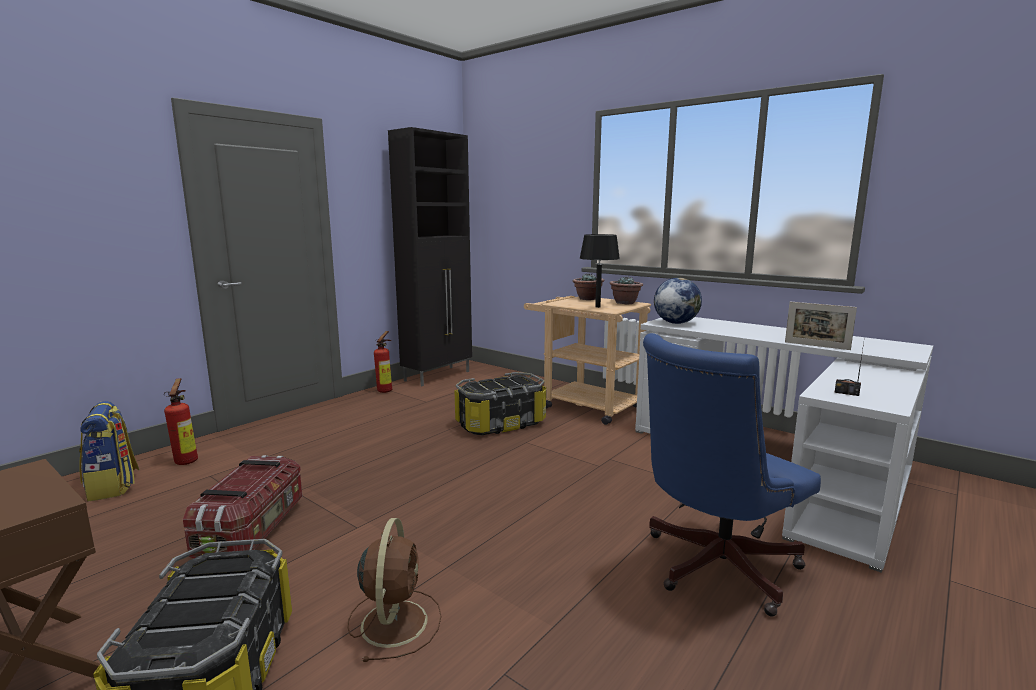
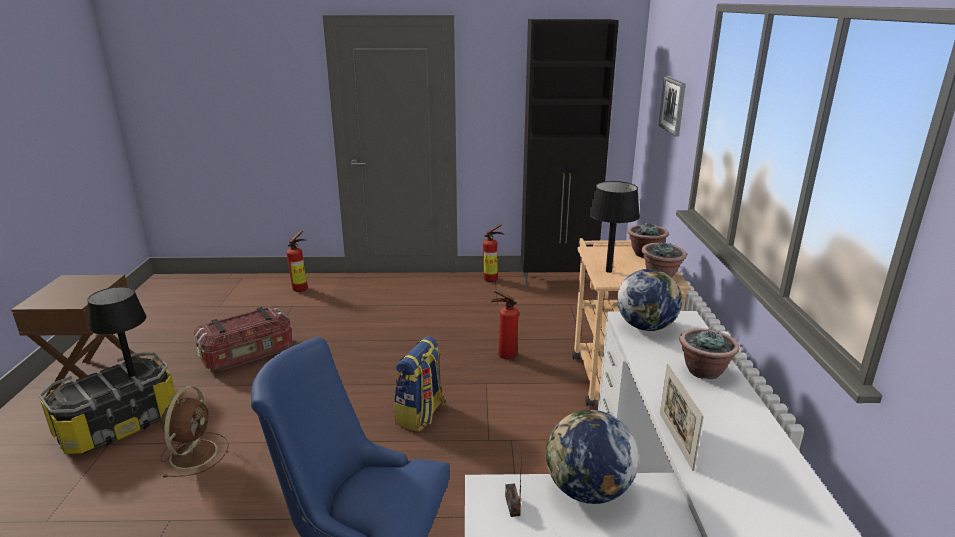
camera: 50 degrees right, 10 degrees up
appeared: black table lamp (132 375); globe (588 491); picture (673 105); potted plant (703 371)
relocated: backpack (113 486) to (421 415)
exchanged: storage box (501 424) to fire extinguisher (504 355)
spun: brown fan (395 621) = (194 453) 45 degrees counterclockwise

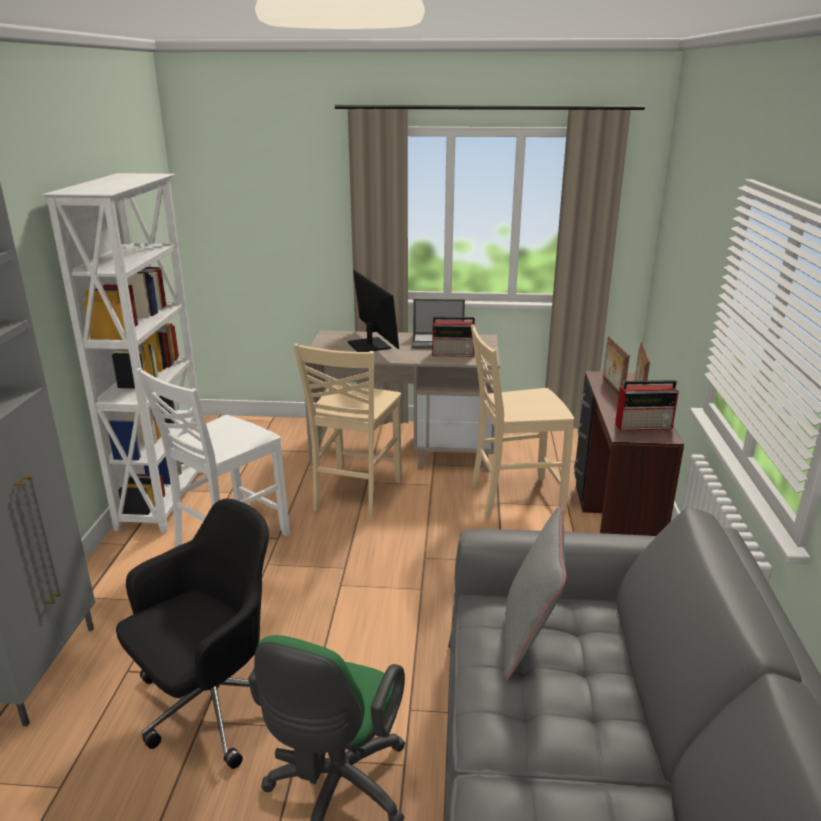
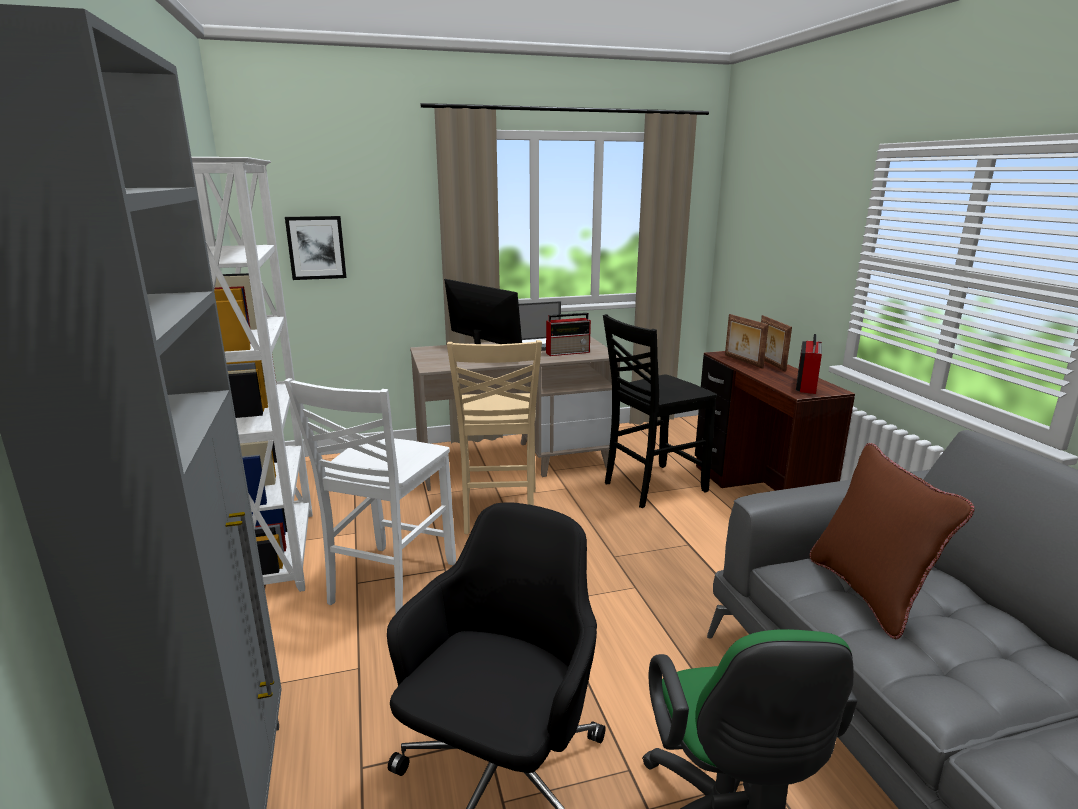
camera: 20 degrees left, 5 degrees down
appeared: picture (316 247)
colour: beige chair (513 498) to black chair (652 486); grey pillow (529 638) to brown pillow (869 593)
spun: radio (644 426) = (807 385) 45 degrees counterclockwise

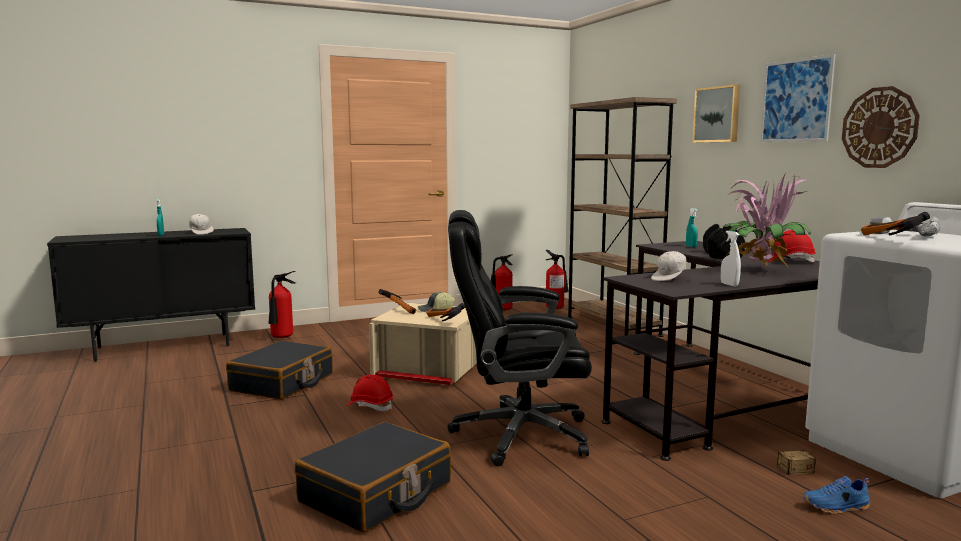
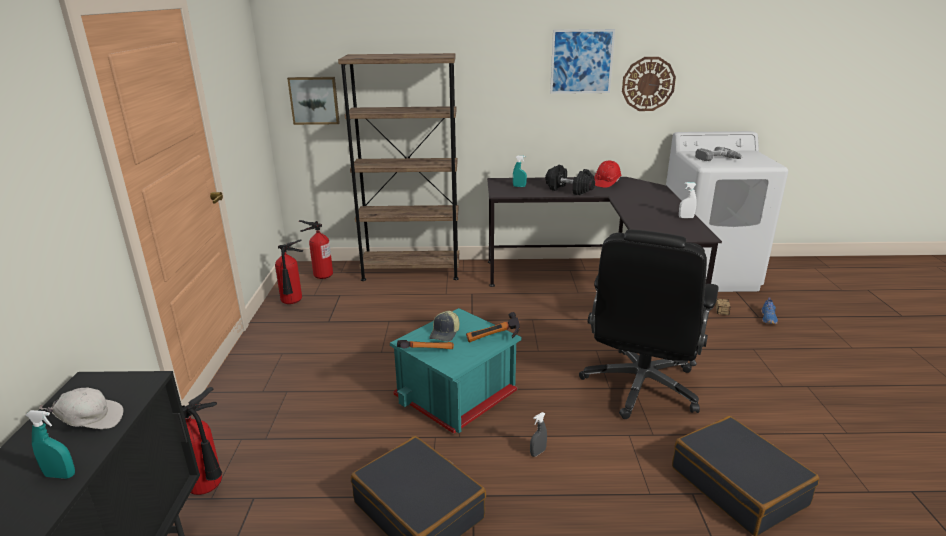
camera: 65 degrees left, 15 degrees up
missing: white cap (670 278); potted plant (761 271); hammer (884 239)
relocated: picture (717 114) to (314 100)
exchanged: red hard hat (370 406) to grey spray bottle (538 452)
colour: beige storage box (429 371) to turquoise storage box (458 394)

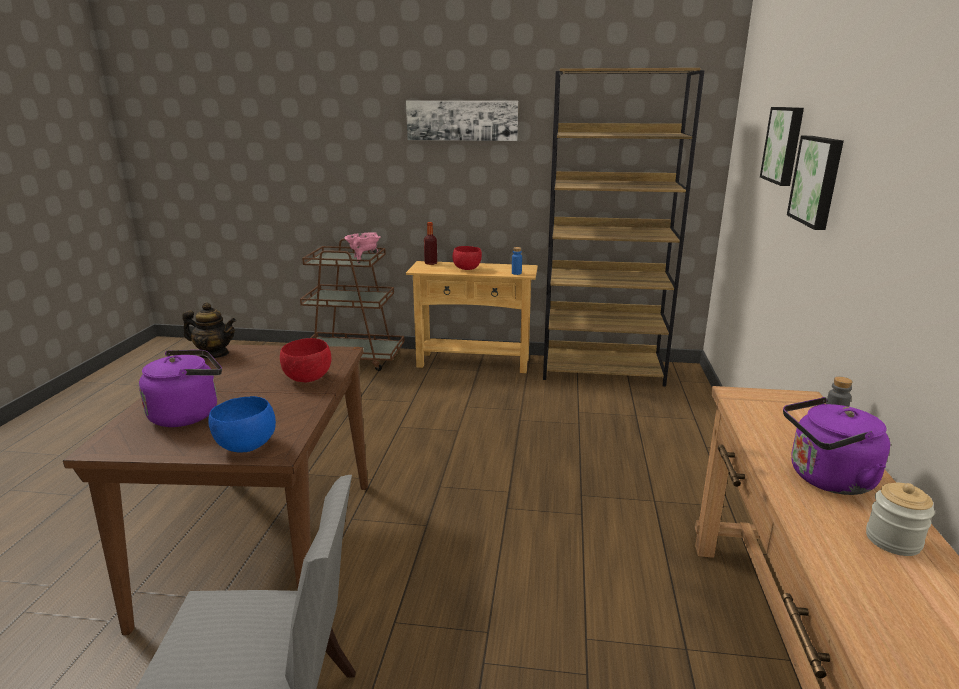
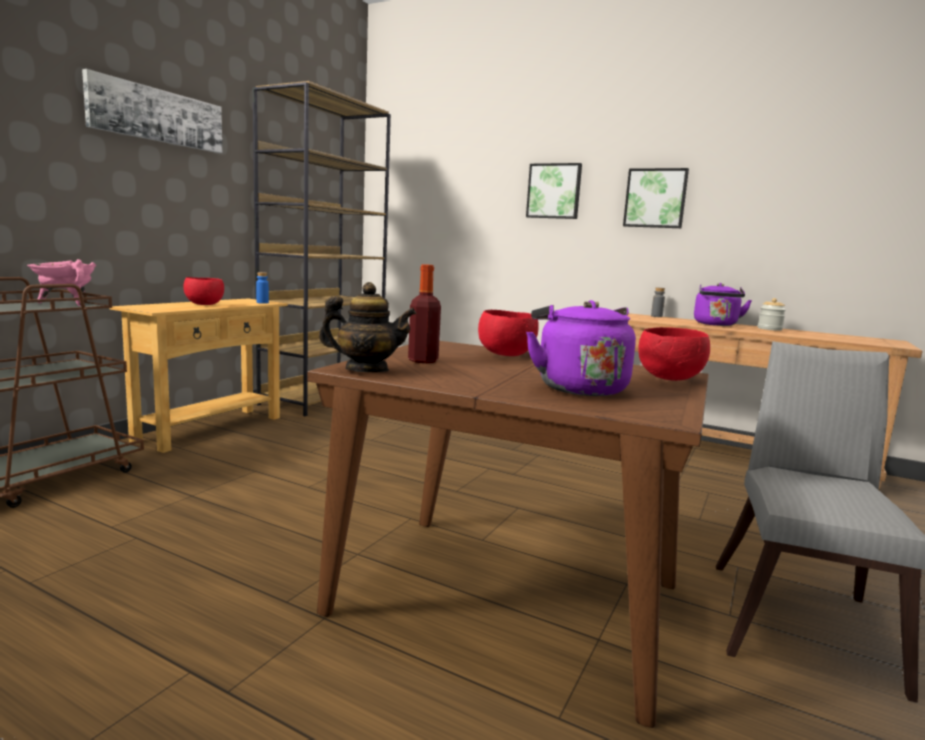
camera: 70 degrees left, 10 degrees down
relocated: bottle (430 263) to (423 361); picture (784 145) to (655 198)
colour: blue bowl (245 447) to red bowl (671 379)
spun: teapot (214 354) = (366 370) 60 degrees clockwise

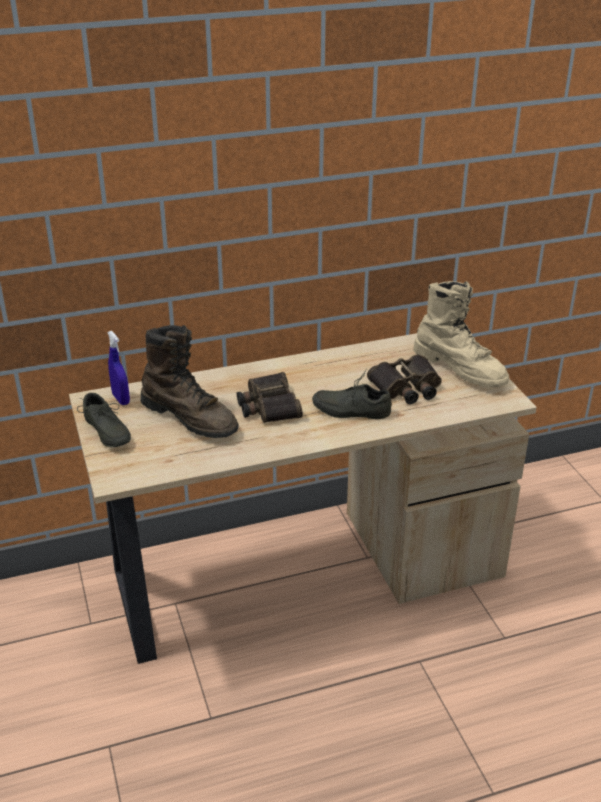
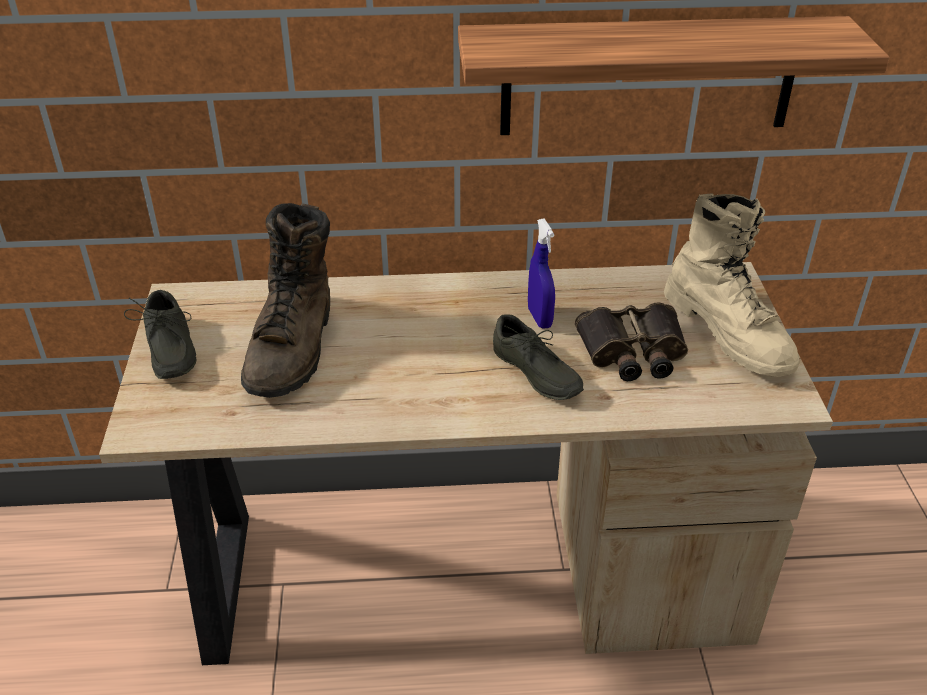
camera: 15 degrees right, 5 degrees up
missing: binoculars (268 406)
appeared: shelf (648 76)
relocated: blue spray bottle (121 399) to (539 318)
spun: brown boot (190 417) = (294 348) 45 degrees clockwise; grey shoe (351 409) = (533 374) 150 degrees counterclockwise

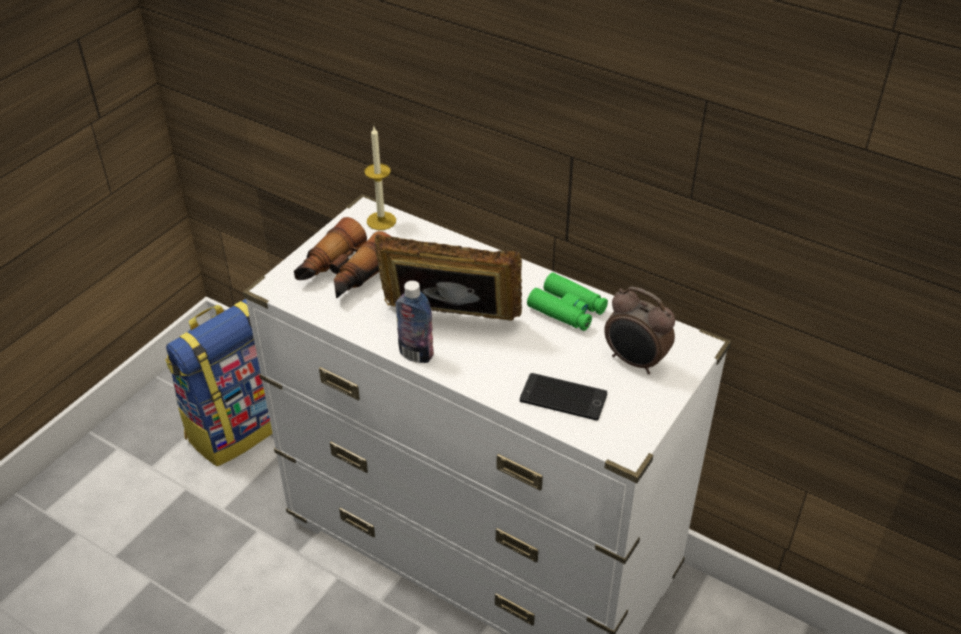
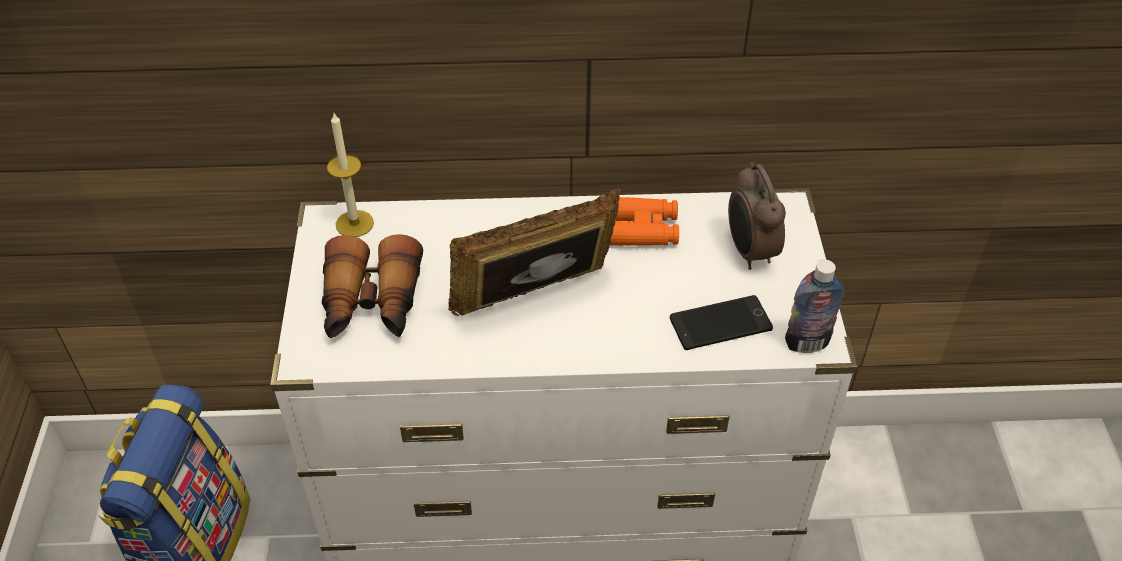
camera: 35 degrees left, 5 degrees up
relocated: bottle (416 354) to (806 343)
colour: green binoculars (567 309) to orange binoculars (639 230)
spun: alarm clock (635 362) = (749 252) 75 degrees clockwise

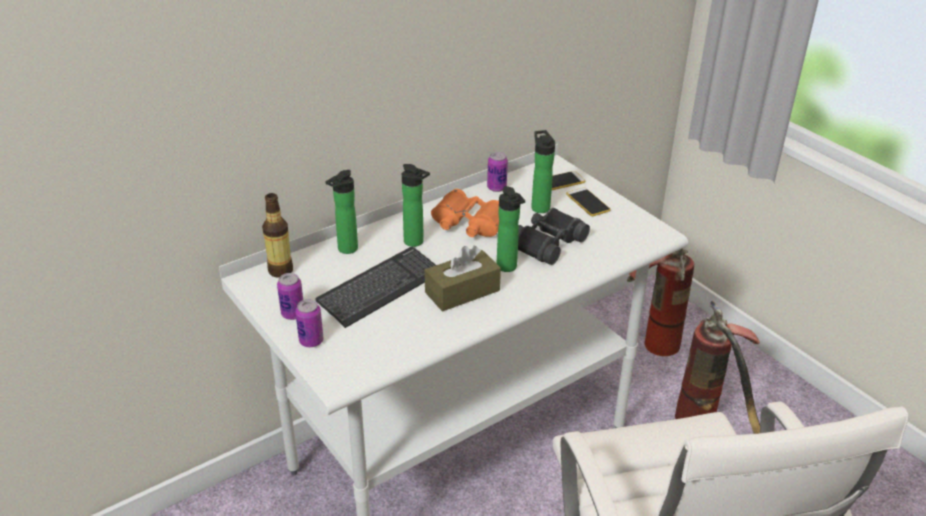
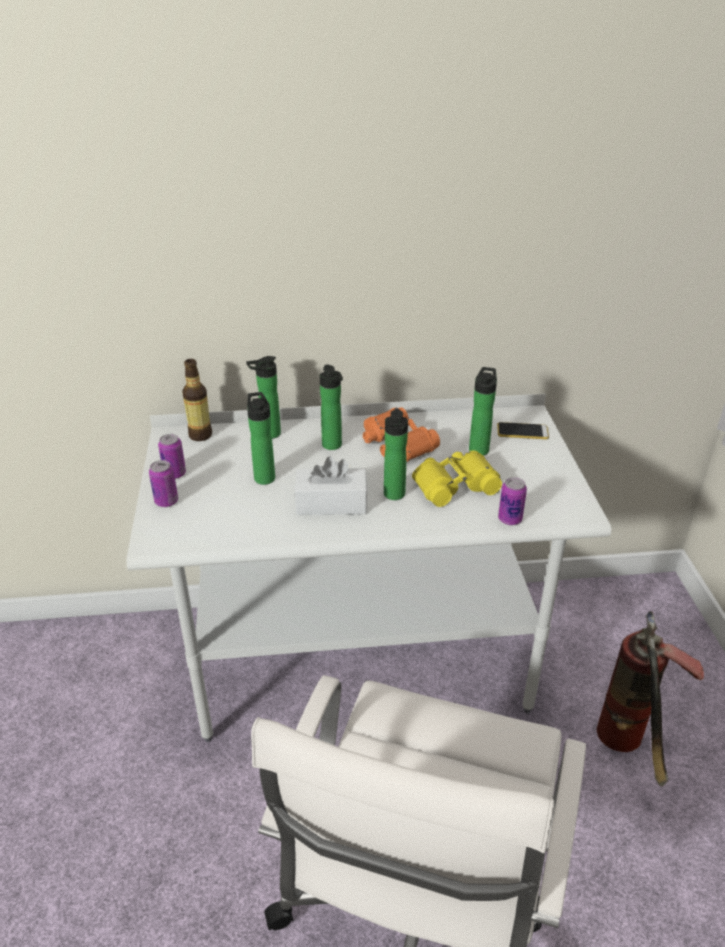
camera: 30 degrees right, 0 degrees up
missing: phone (588 202); fire extinguisher (651 337)
relocated: can (496 188) to (509 519)
exchanged: keyboard (380 288) to bottle (264 476)
colour: brown tissue box (462 291) to white tissue box (331 503); black binoculars (547 243) to yellow binoculars (454 485)

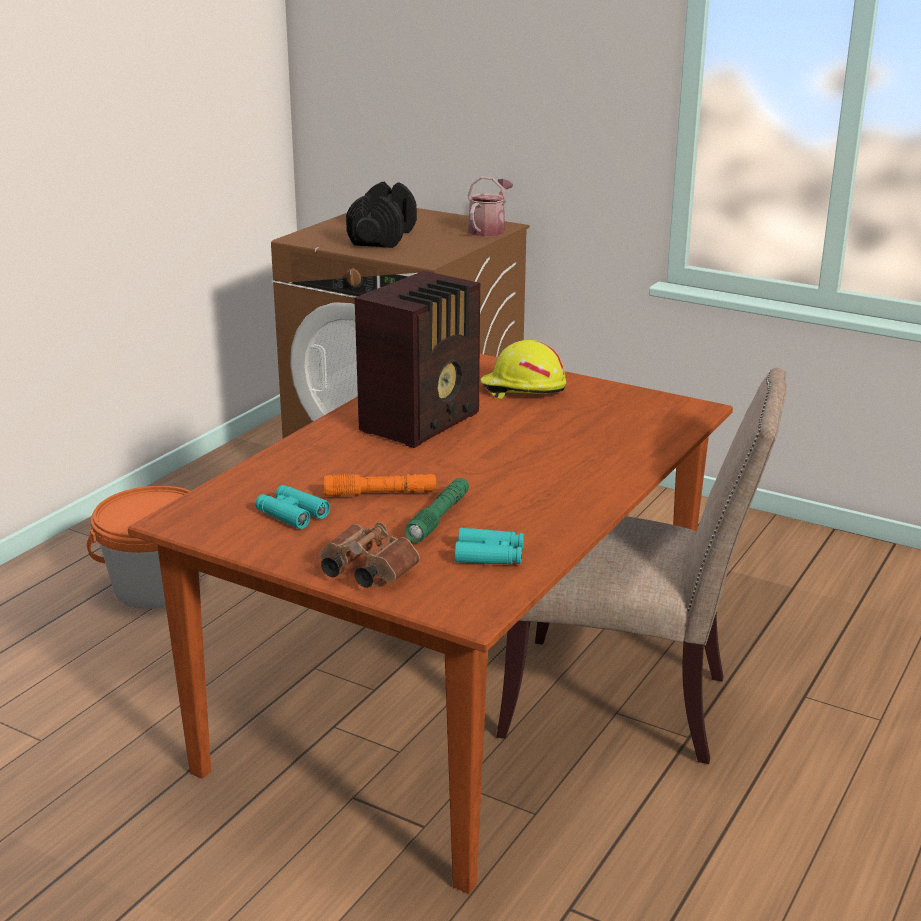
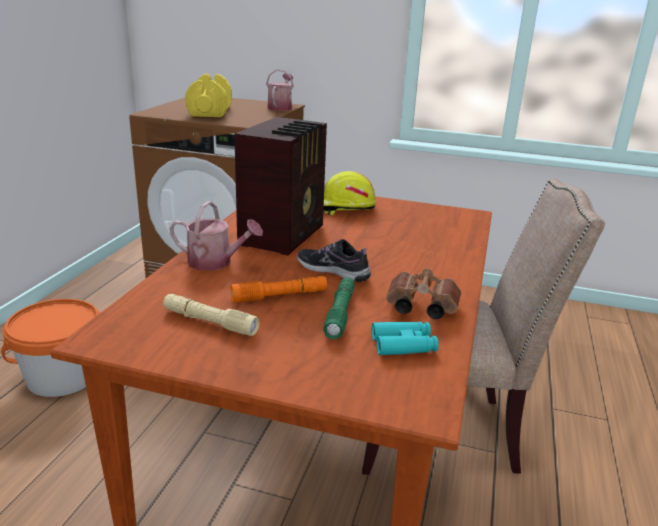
camera: 15 degrees left, 0 degrees up
appeared: watering can (215 262); shoe (333 271)
relocated: brown binoculars (364 572) to (419 308)
exchanged: turquoise binoculars (292 514) to beige flashlight (209 322)
colour: black dumbbell (382 237) to yellow dumbbell (209 111)

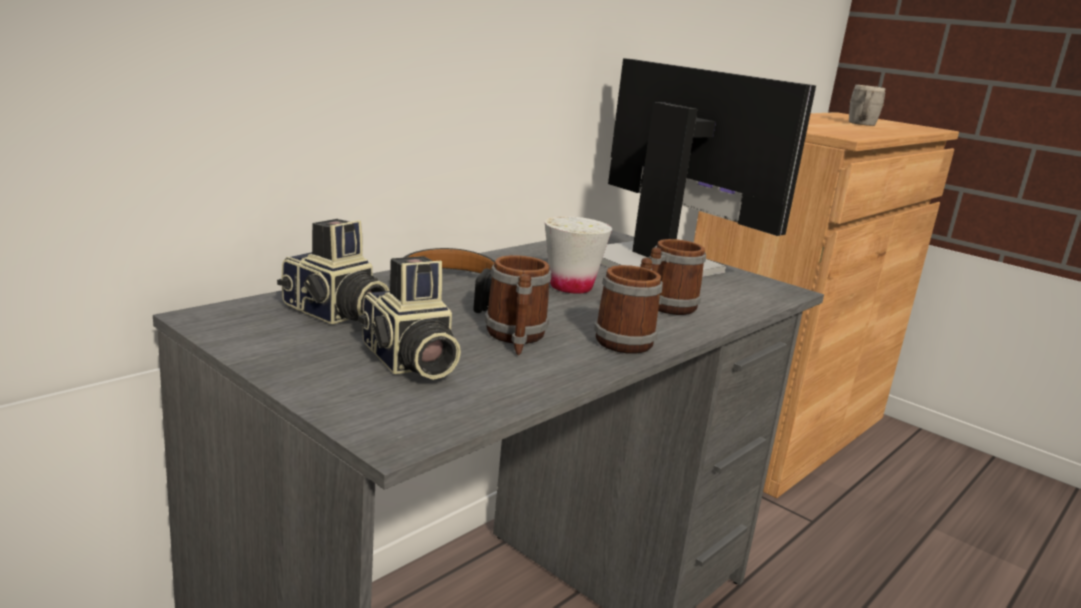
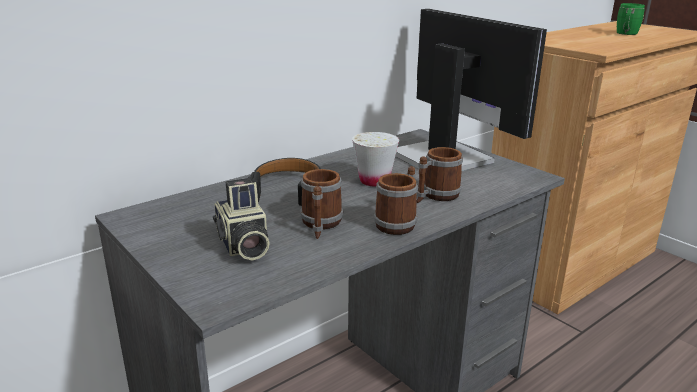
camera: 10 degrees right, 5 degrees up
missing: photo camera (334 314)
colour: grey mug (861 124) to green mug (626 34)

